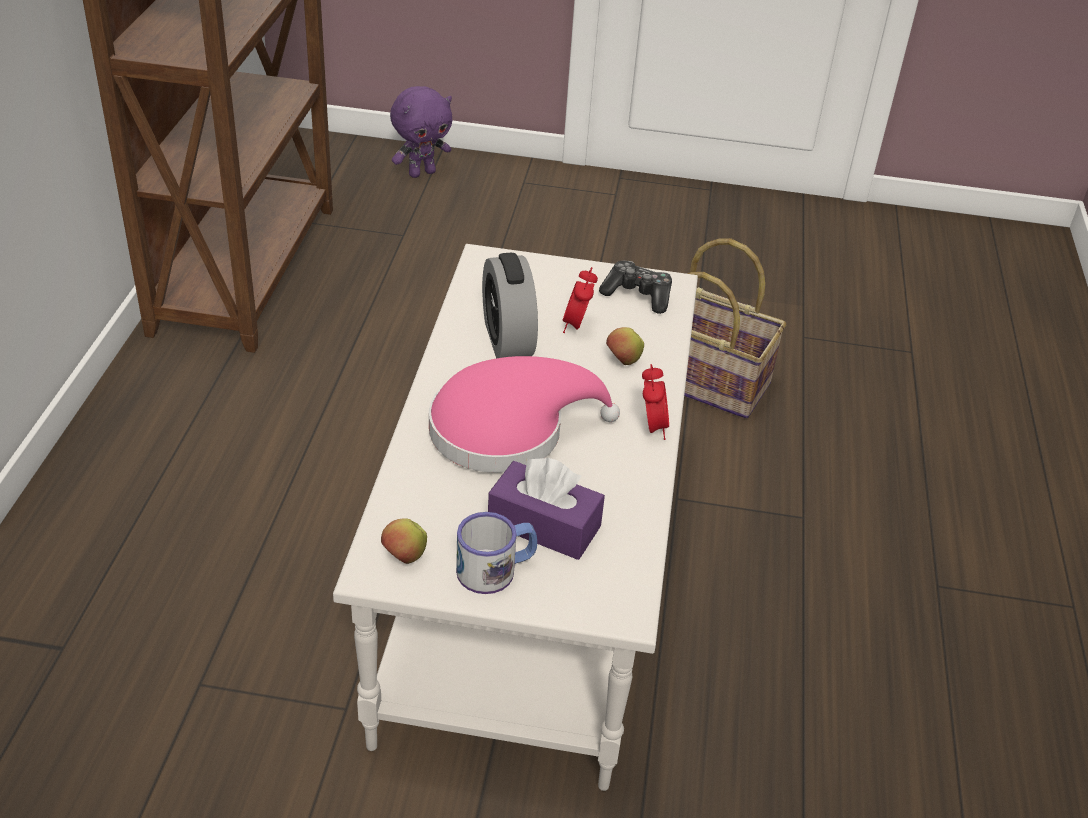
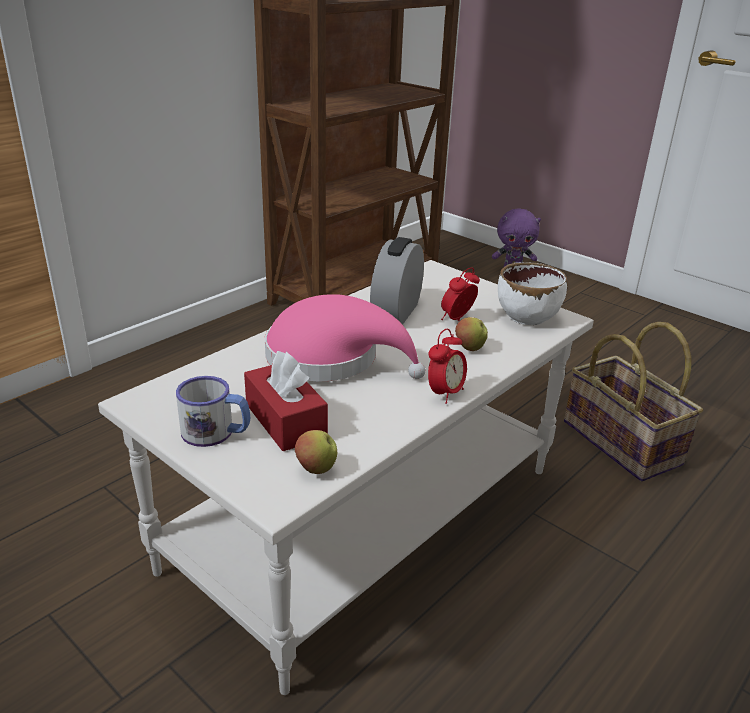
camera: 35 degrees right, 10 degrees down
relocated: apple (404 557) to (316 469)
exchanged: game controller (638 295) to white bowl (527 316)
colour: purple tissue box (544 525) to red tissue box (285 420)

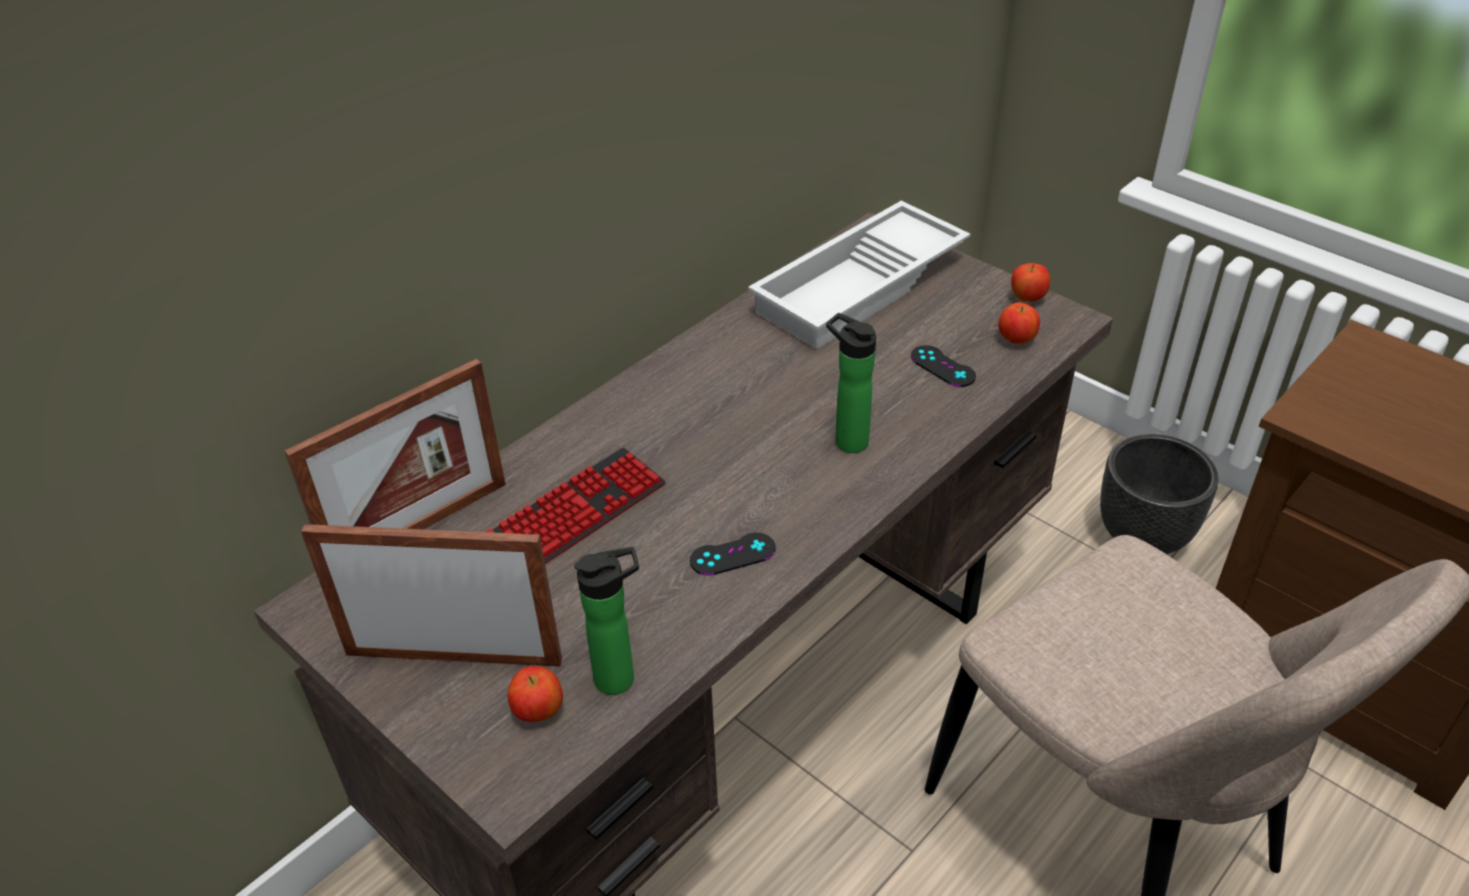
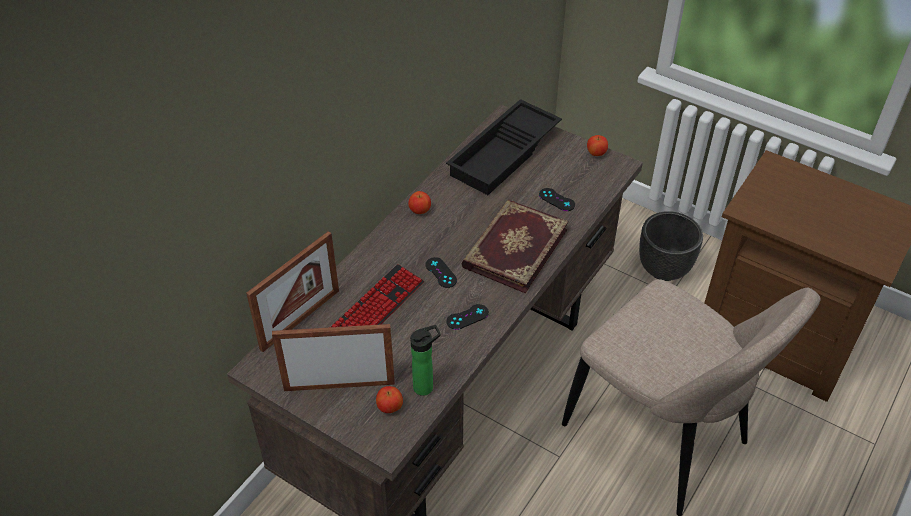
camera: 10 degrees left, 5 degrees up
appeared: black game controller (441 272)
relocated: apple (1016 339) to (420 211)
exchanged: bottle (847 440) to book (513 248)
colour: white tray (861 288) to black tray (505 154)

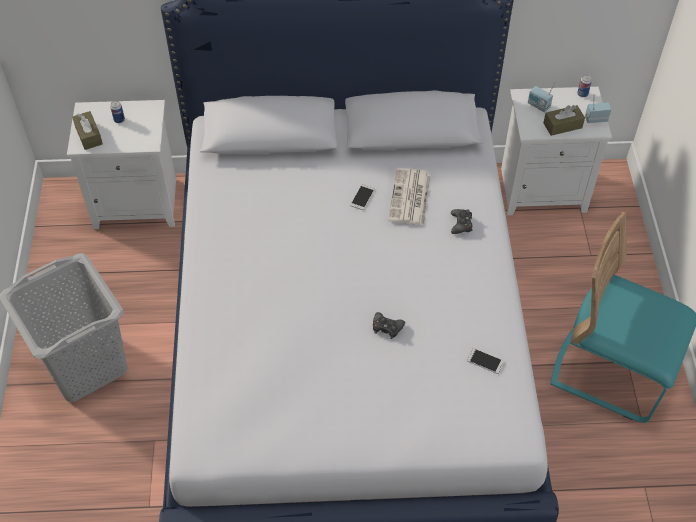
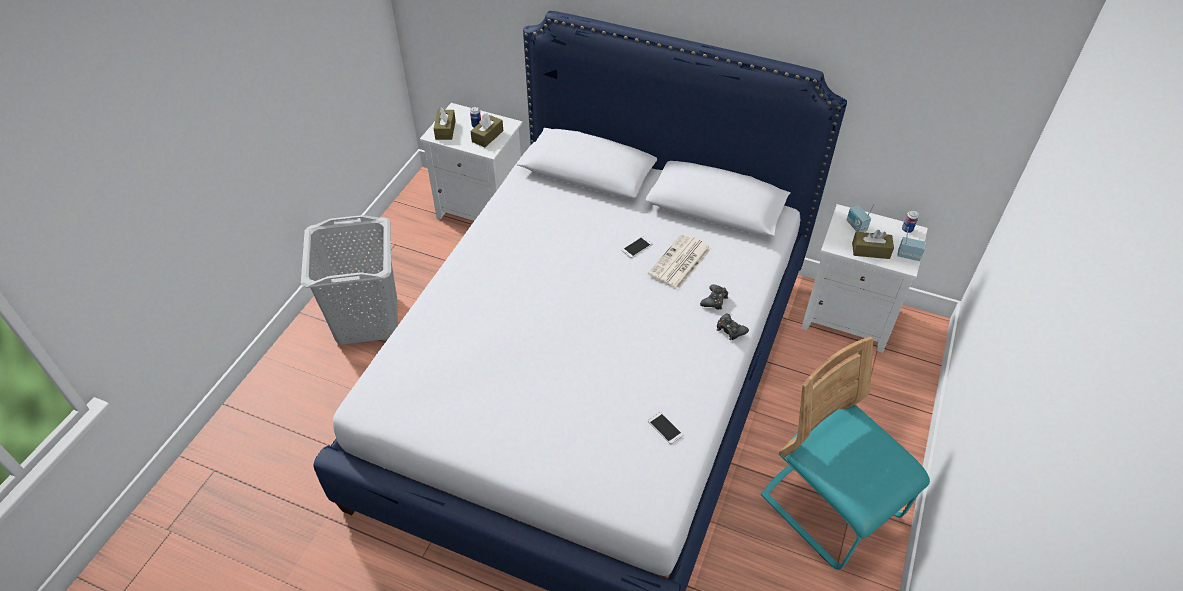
camera: 25 degrees right, 5 degrees down
appeared: brown tissue box (487 136)
relocated: black game controller (387 327) to (730 330)

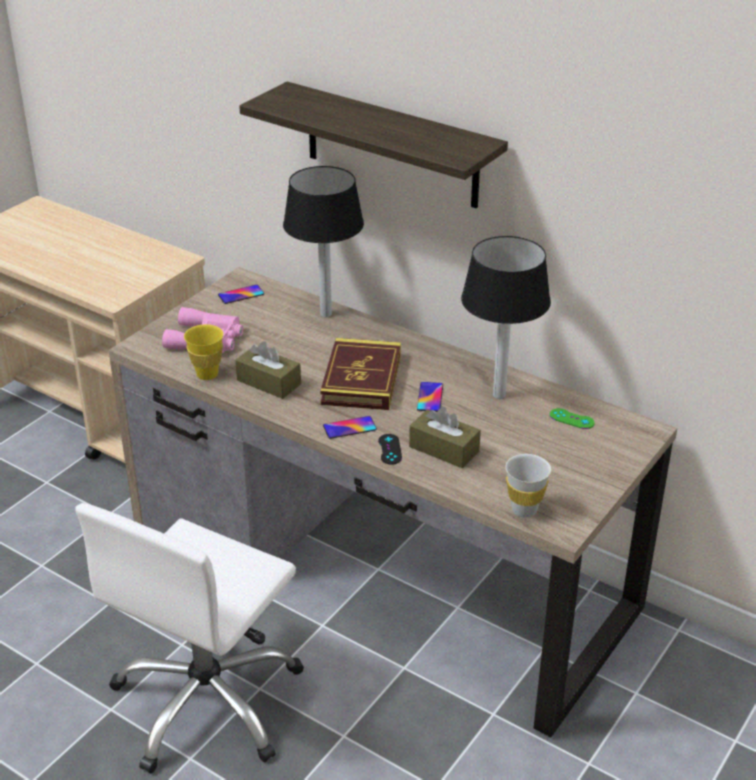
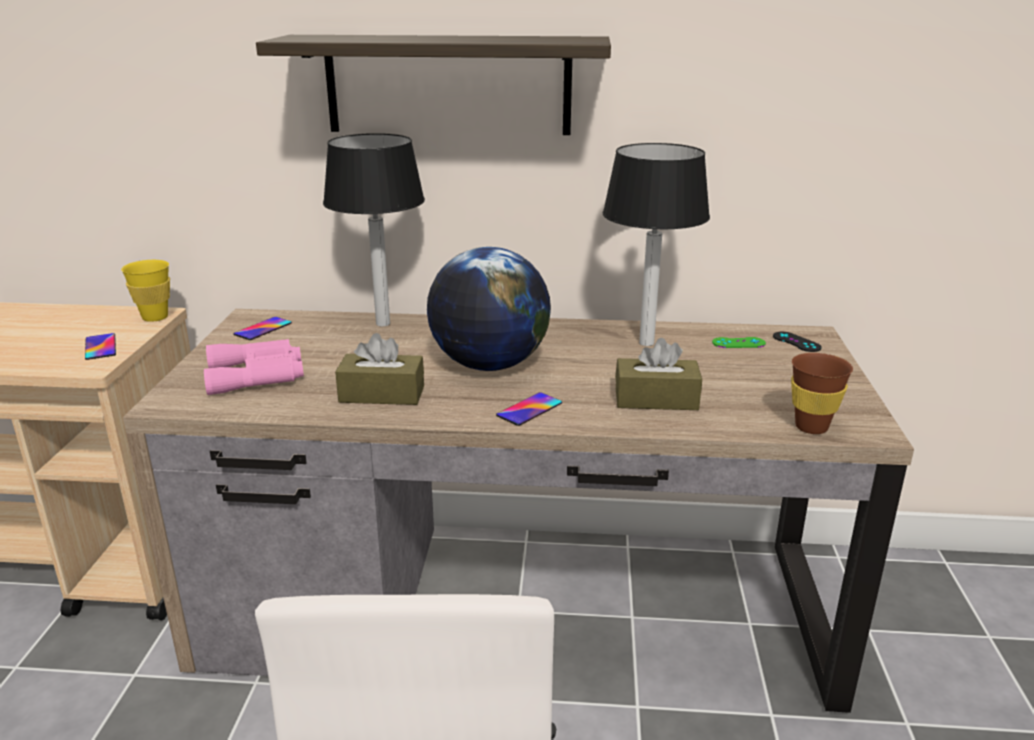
camera: 30 degrees left, 10 degrees down
relocated: phone (430 397) to (100 347); yellow cup (207 374) to (155 317); black game controller (390 449) to (796 342)
exchanged: book (361 379) to globe (489 365)
colour: white cup (524 510) to brown cup (811 427)

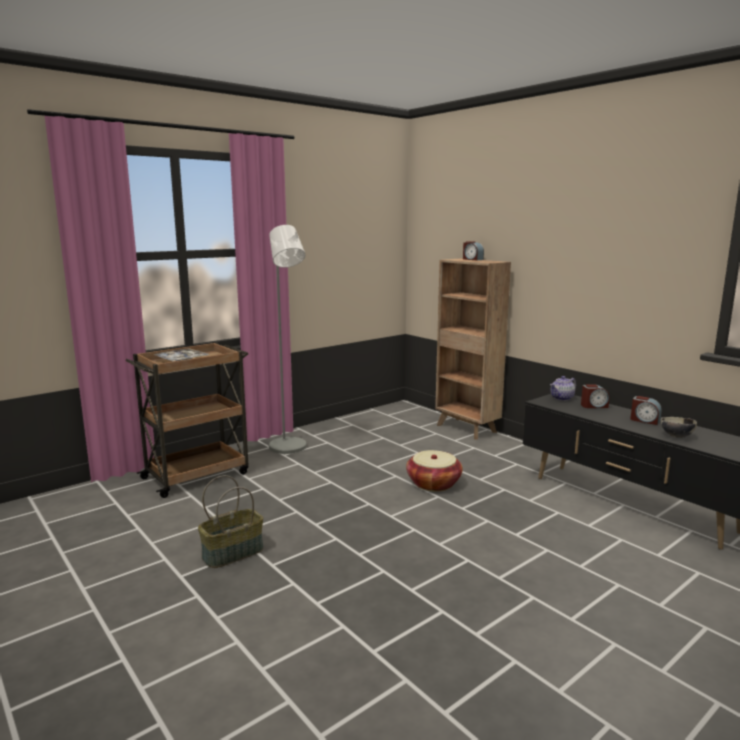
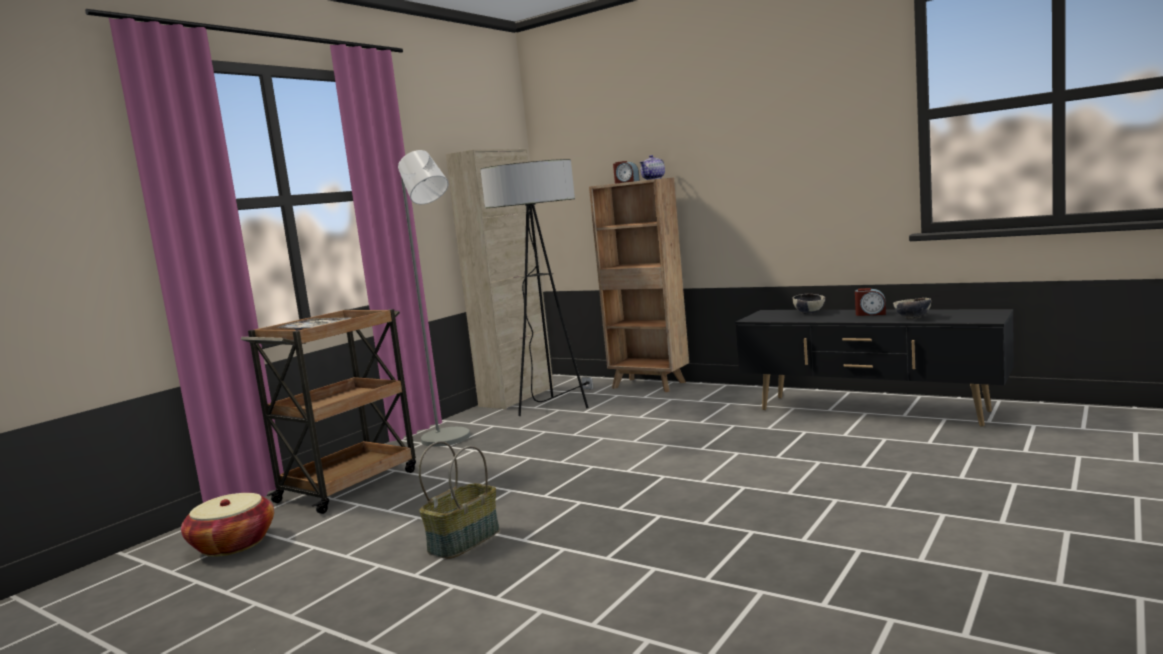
camera: 15 degrees left, 5 degrees down
appeared: beige cabinet (517 397); floor lamp (555 411)
relocated: basket (433 483) to (233 544); teapot (562 398) to (653 179)
exchanged: alarm clock (594 406) to bowl (809 313)

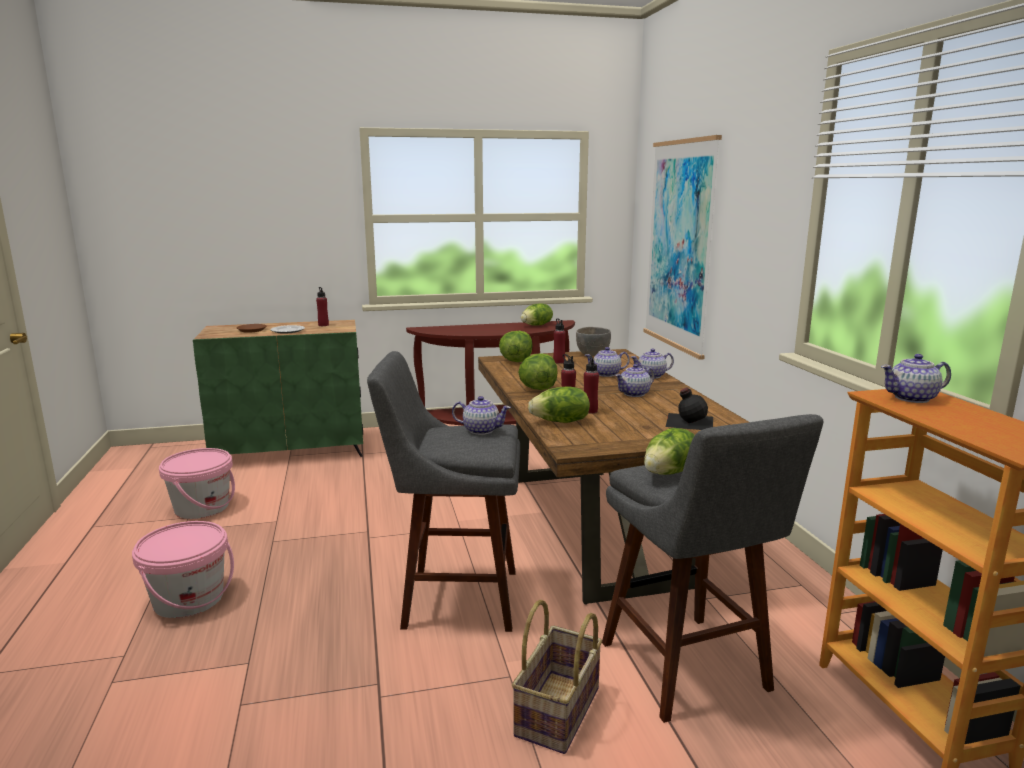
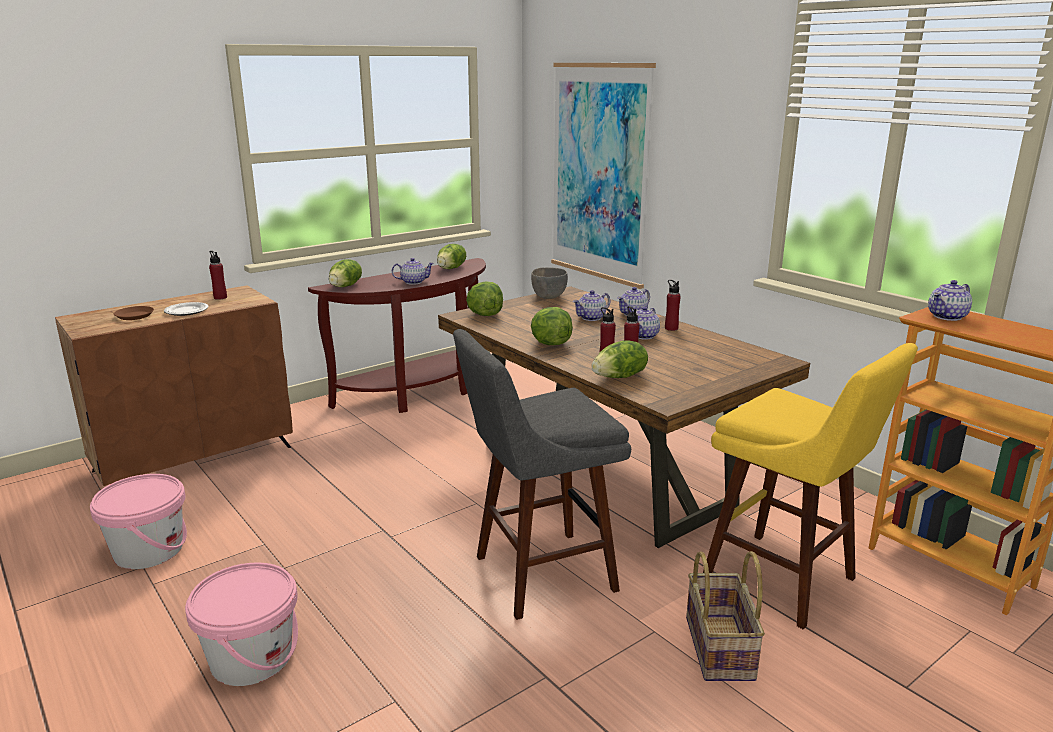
camera: 25 degrees left, 5 degrees up
missing: black bottle (689 421)
relocated: lettuce (670 472) to (346 286); teapot (481 430) to (413 282); red bottle (559 362) to (671 328)
colour: green cabinet (292 452) to brown cabinet (195 458); grey stool (688 671) to yellow stool (786 581)

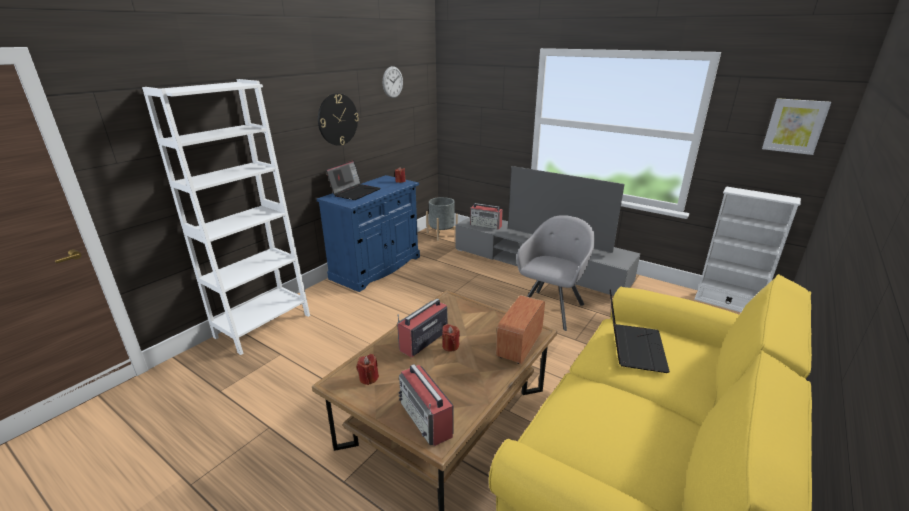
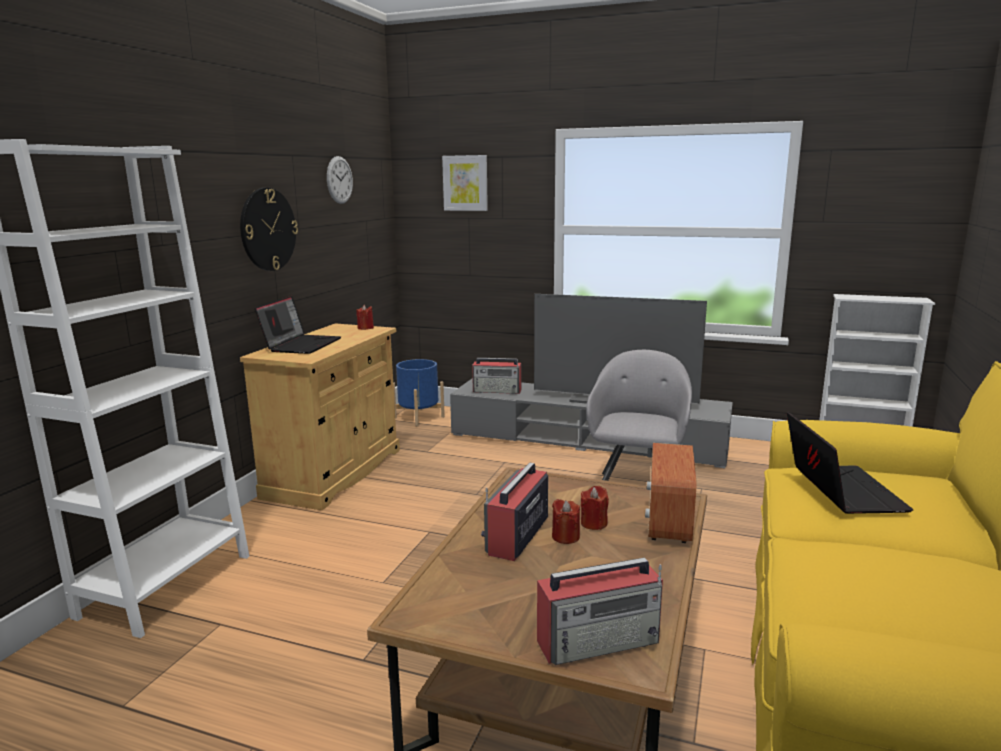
camera: 15 degrees left, 10 degrees down
relocated: picture (795 126) to (465 183); red candle (368 378) to (594 523)
colour: blue cabinet (376 267) to beige cabinet (334 473); grey planter (442 234) to blue planter (419 417)
spun: radio (426 419) = (600 641) 60 degrees counterclockwise

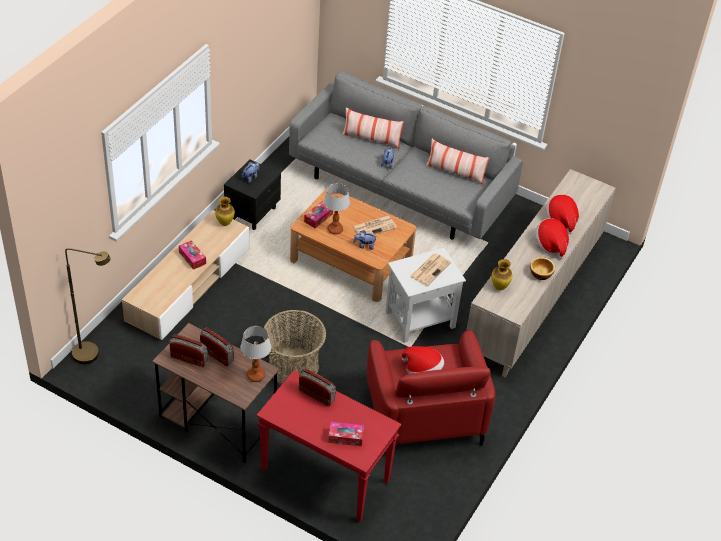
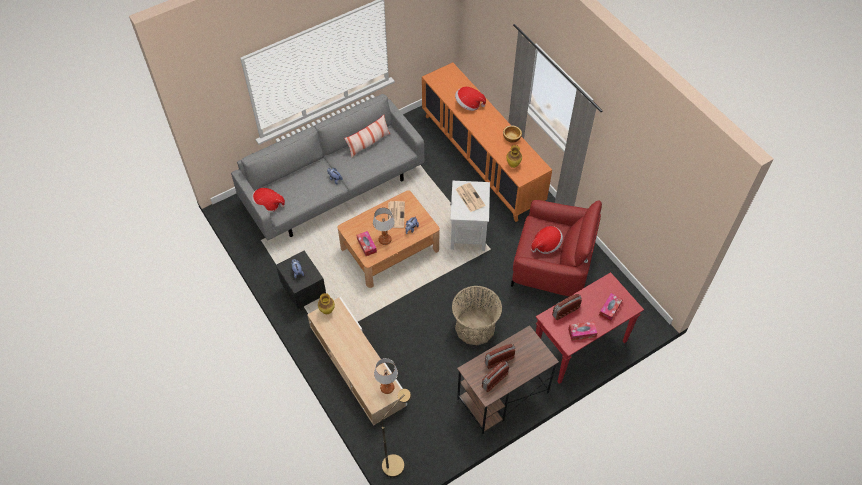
camera: 60 degrees left, 10 degrees up
missing: pillow (371 139)
relocated: hat (551 245) to (268 205); table lamp (256 376) to (387 388); tissue box (192 258) to (582 333)
colour: beige cabinet (534 298) to orange cabinet (481 160)

